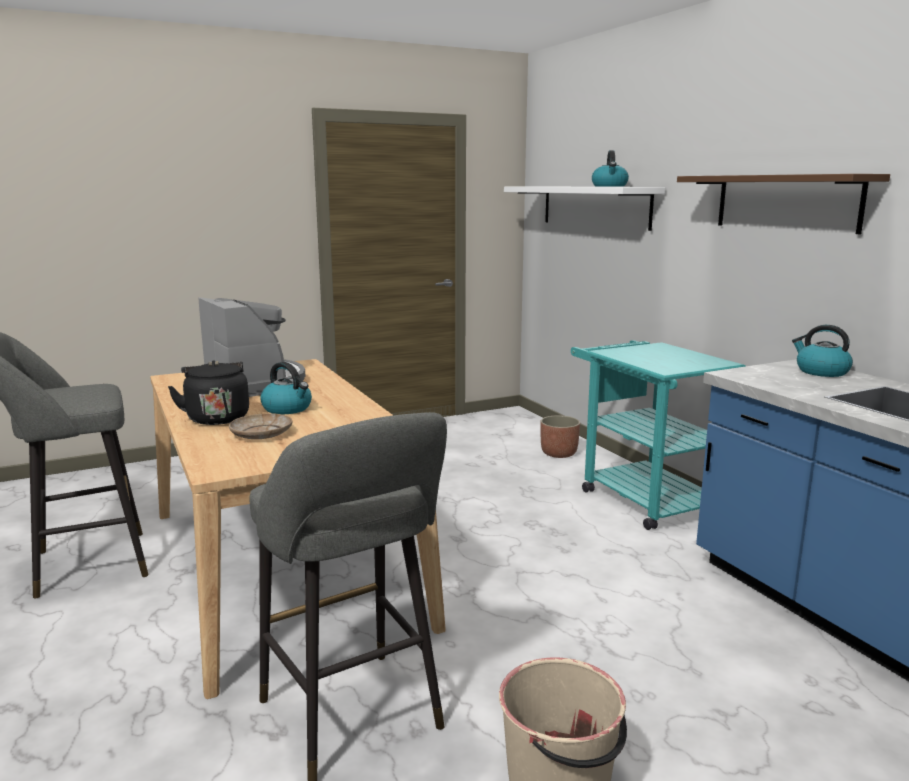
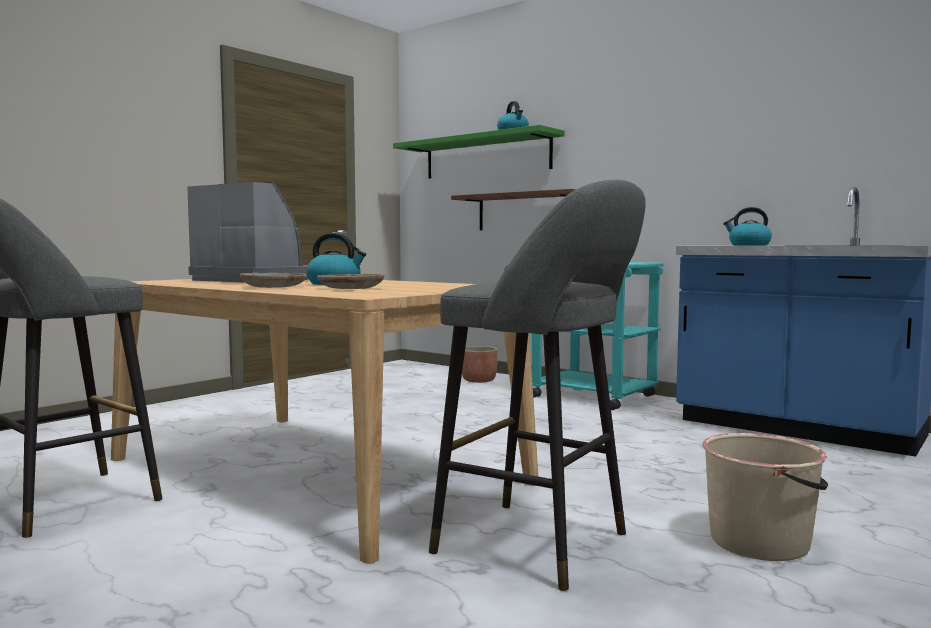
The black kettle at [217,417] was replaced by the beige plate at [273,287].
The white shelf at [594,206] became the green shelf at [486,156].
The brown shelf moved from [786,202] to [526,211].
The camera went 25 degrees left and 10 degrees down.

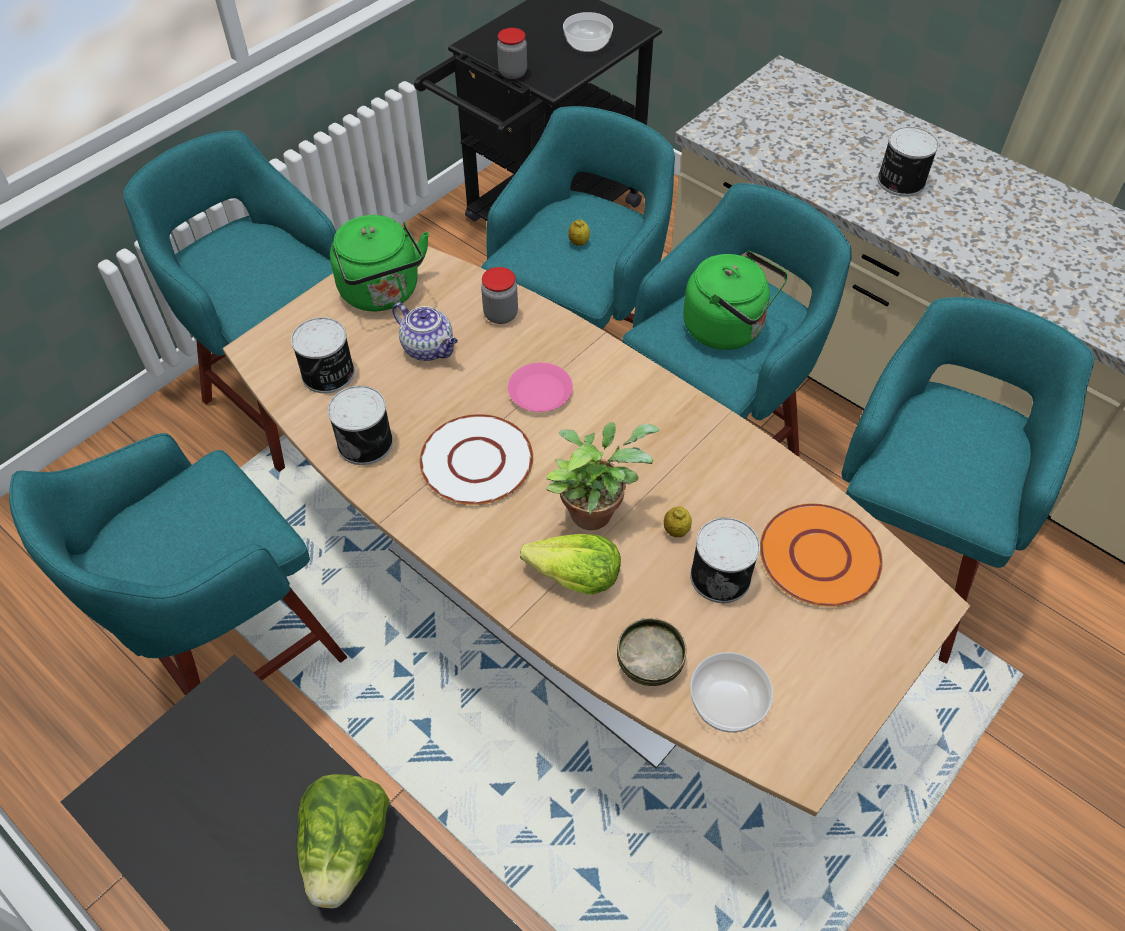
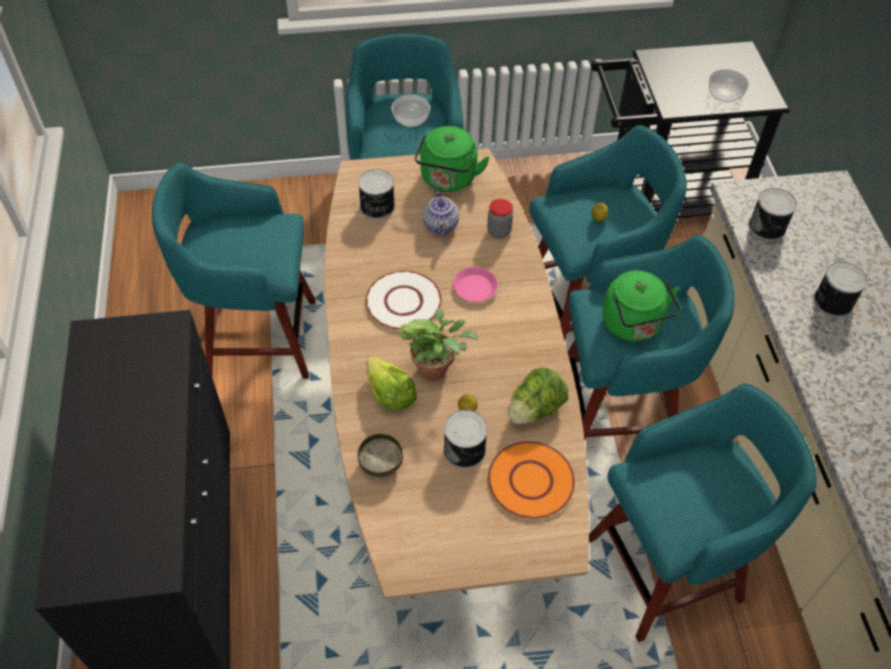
The lettuce moved from [347,848] to [535,409].
The can moved from [366,442] to [768,227].
The jar at [513,73] disappeared.
The bowl moved from [726,702] to [411,118].
The camera went 40 degrees right and 0 degrees up.

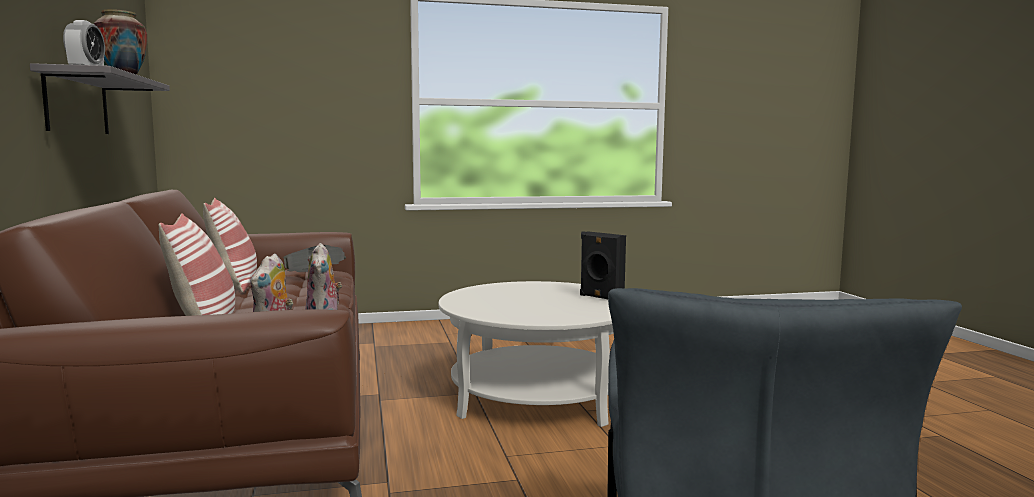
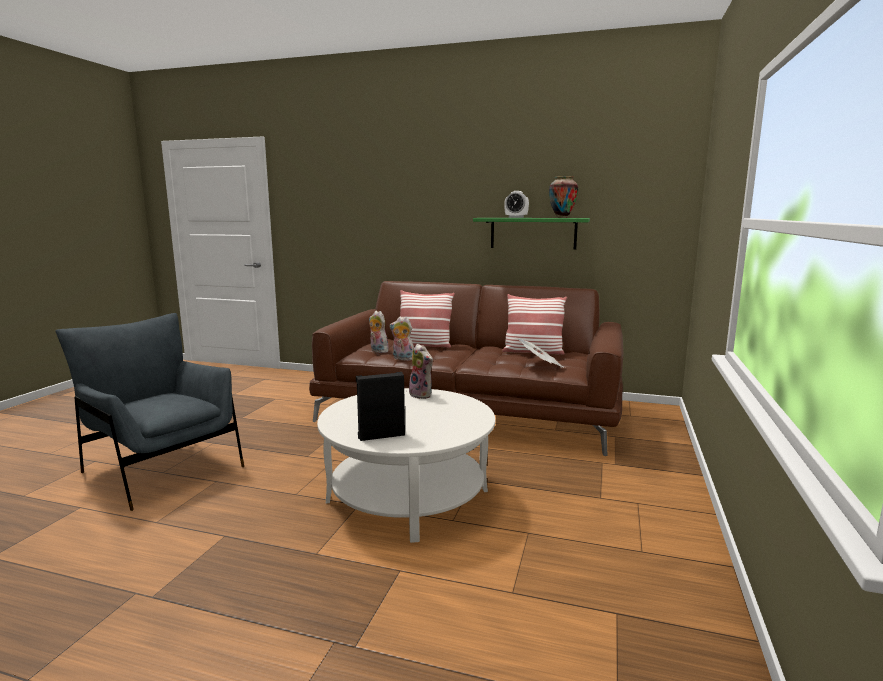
The grey shelf at [77,104] became the green shelf at [533,233].
The plush toy at [422,395] appeared.
The camera went 120 degrees right and 5 degrees up.

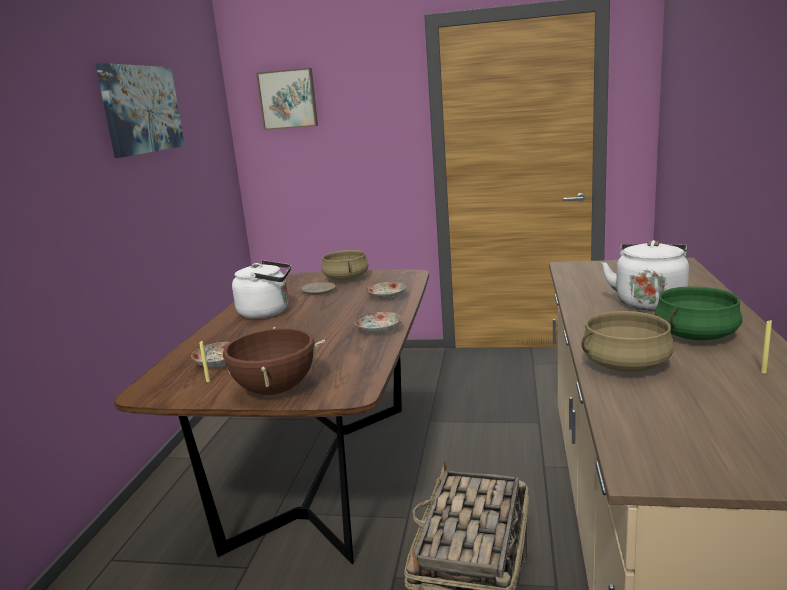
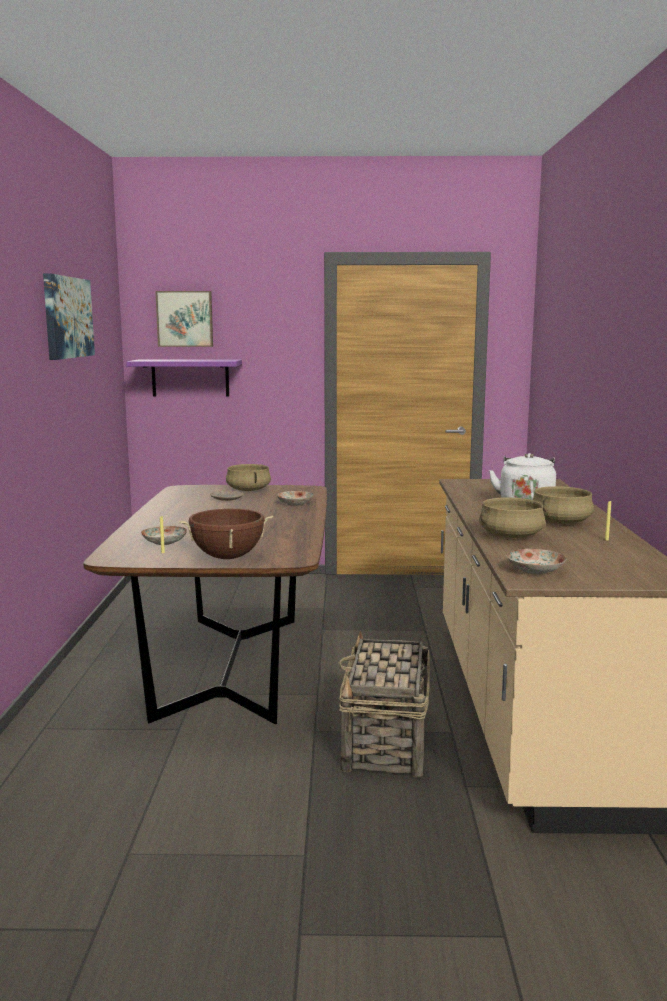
The white kettle at [267,312] disappeared.
The plate moved from [378,330] to [535,570].
The green cooking pot at [695,335] became the beige cooking pot at [560,522].
The purple shelf at [190,378] appeared.
The camera went 10 degrees left and 5 degrees down.

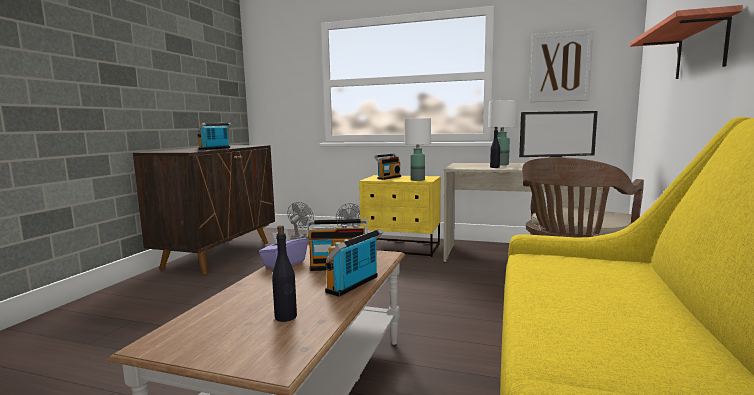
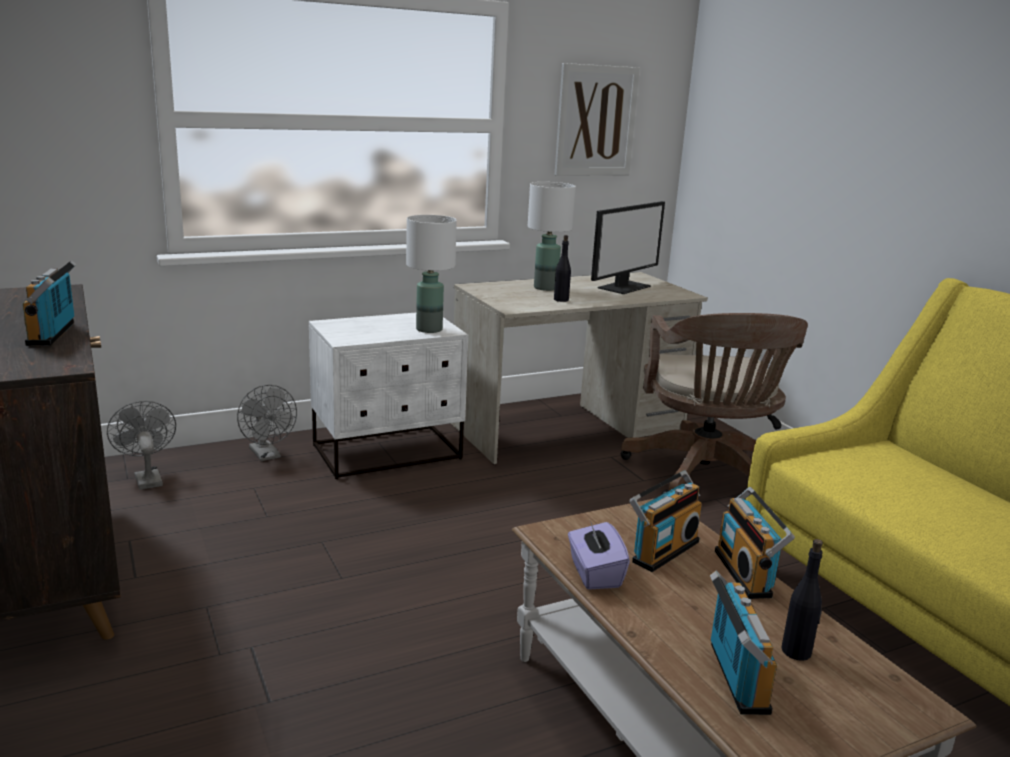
The yellow nightstand at [401,248] became the white nightstand at [388,452].
The radio moved from [388,177] to [733,677].
The shelf at [701,49] disappeared.
The camera went 45 degrees left and 10 degrees up.

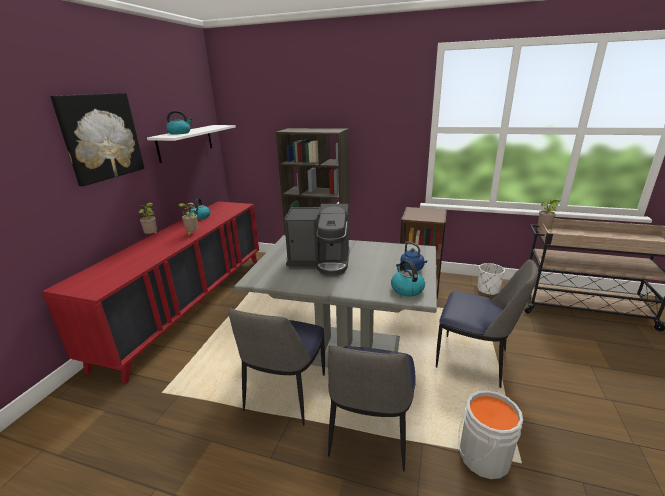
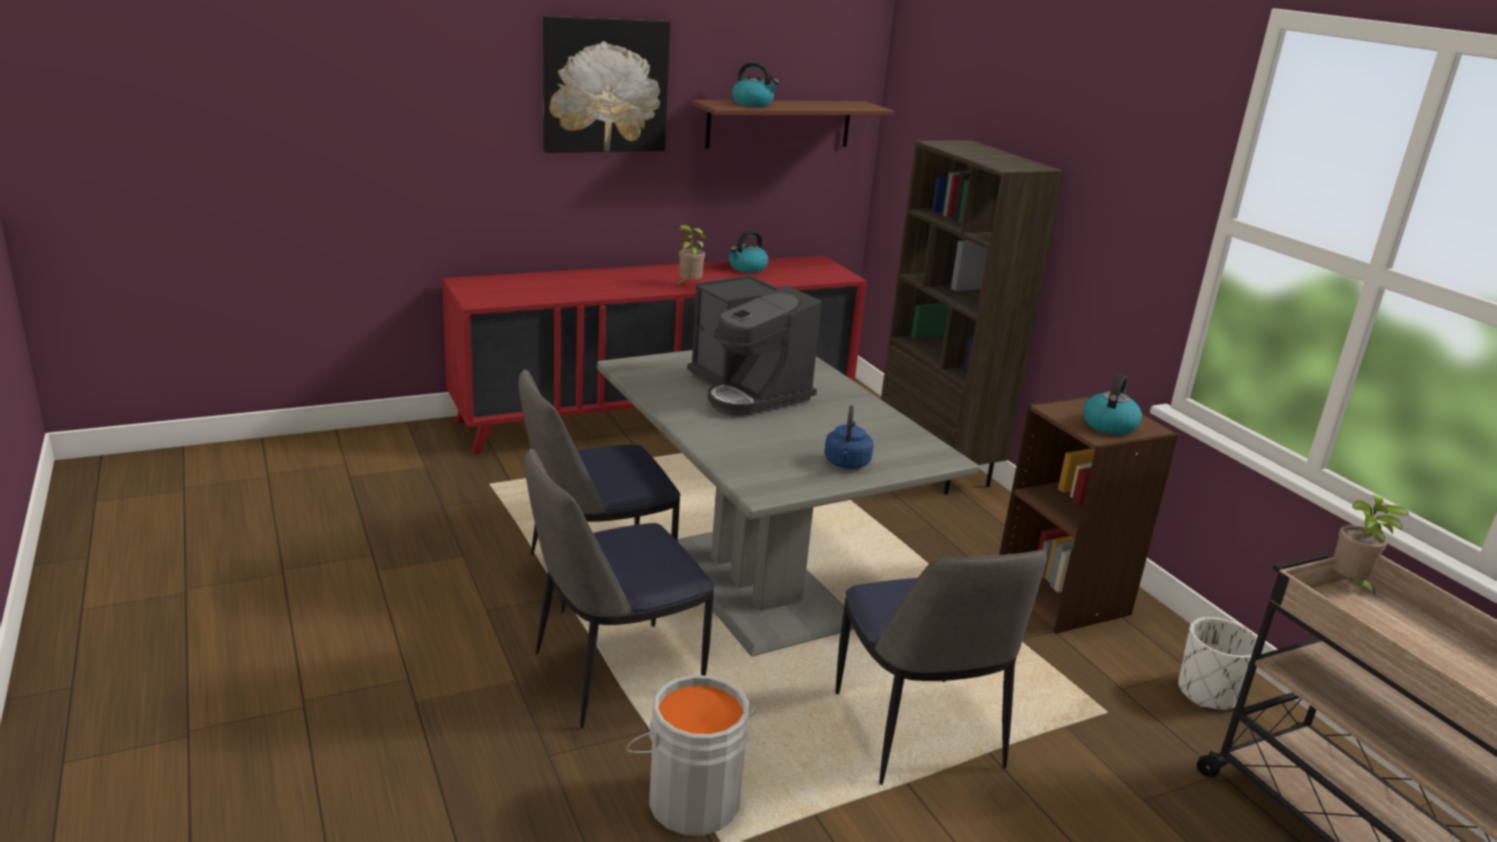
The potted plant at [152,236] disappeared.
The white shelf at [185,142] became the brown shelf at [779,124].
The kettle moved from [406,289] to [1109,425].
The camera went 45 degrees right and 0 degrees up.

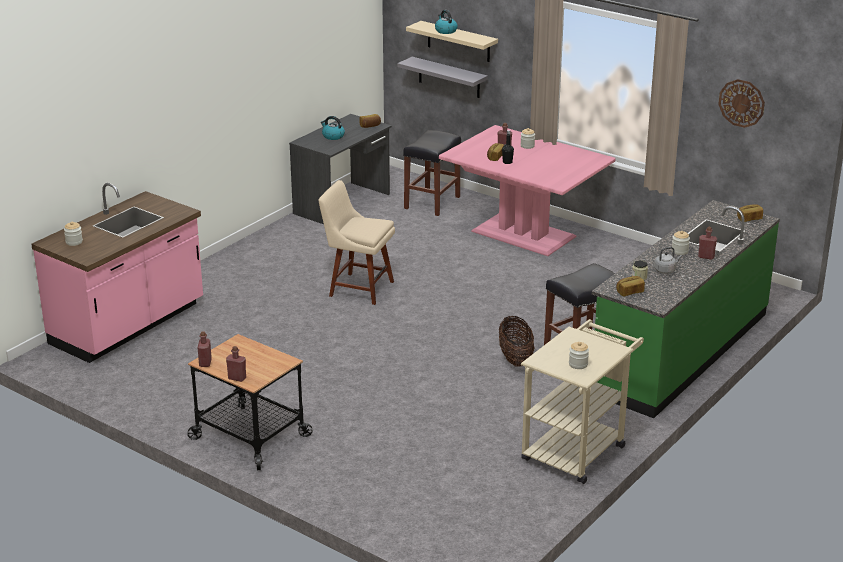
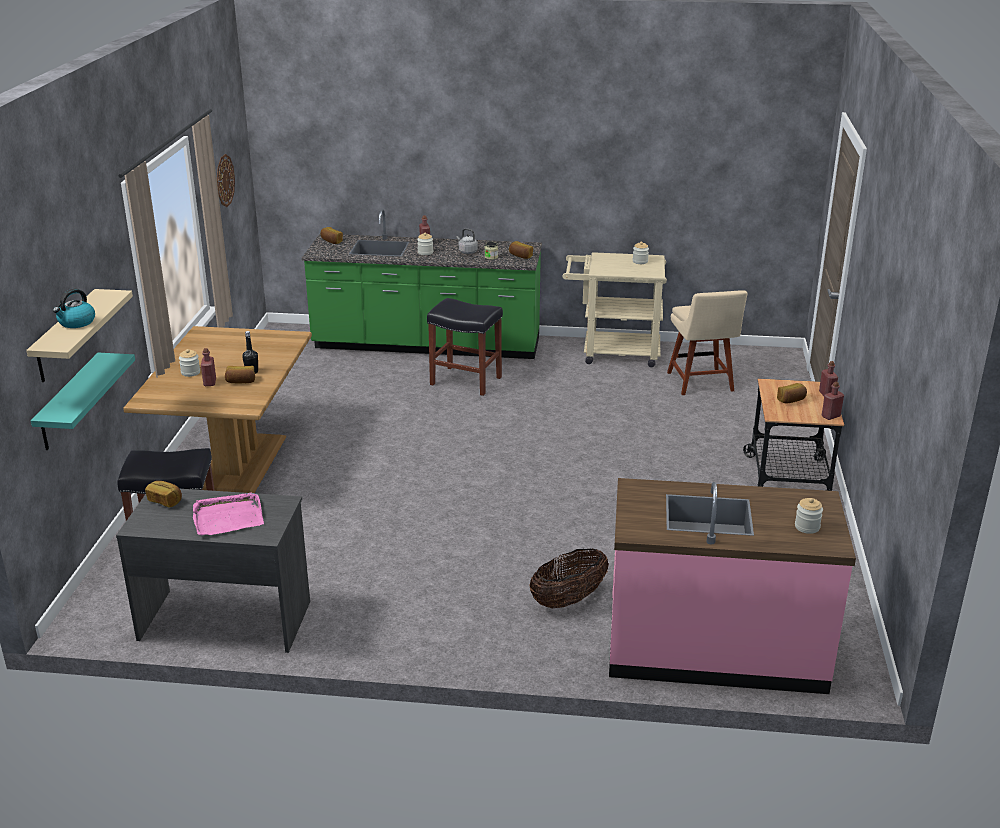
The beige chair moved from [358,288] to [701,383].
The kettle at [333,136] was replaced by the pink tray at [227,517].
The grey shelf at [449,77] became the turquoise shelf at [69,402].
The pink dining table at [524,233] became the brown dining table at [235,463].
The basket moved from [515,358] to [568,599].
The bread at [791,400] appeared.
The camera went 120 degrees left and 0 degrees up.

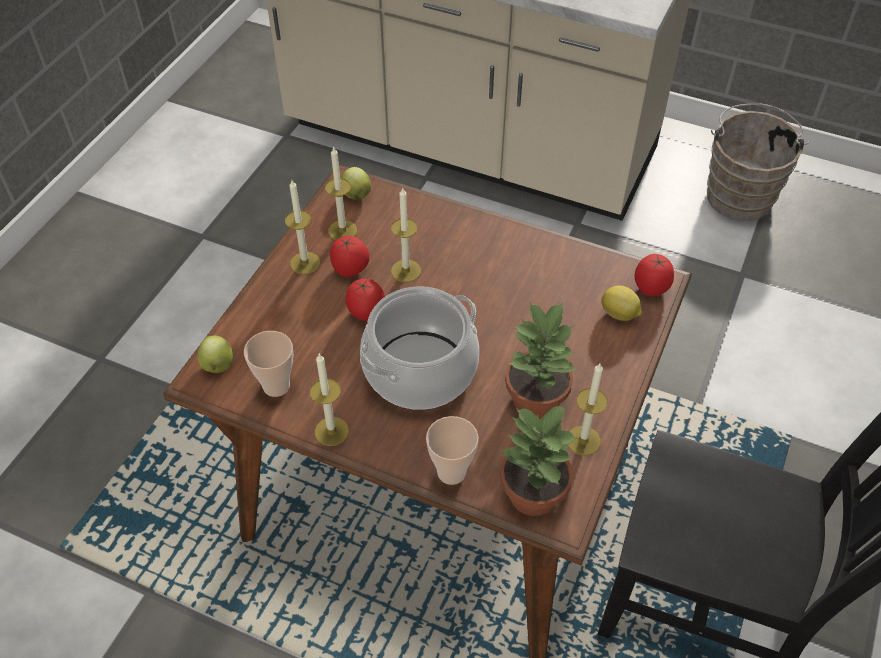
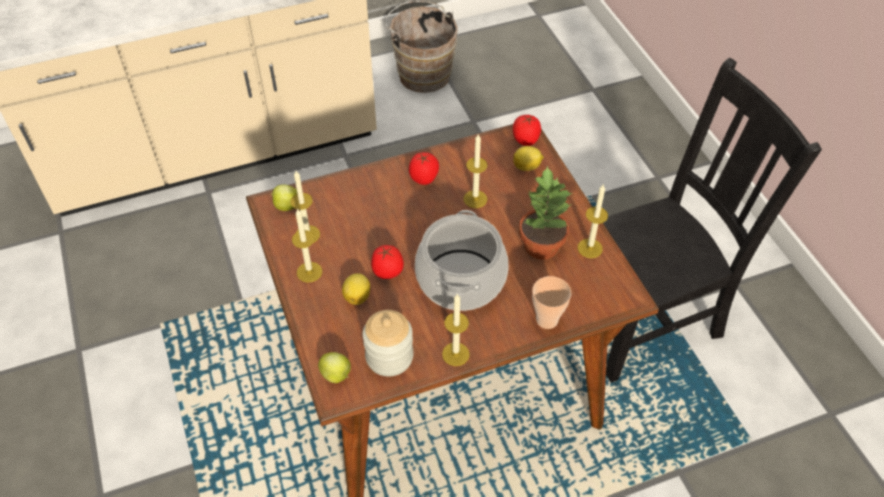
The cup at [276,386] was replaced by the jar at [389,357].
The tomato moved from [350,269] to [424,179].
The candle moved from [406,271] to [475,199].
The potted plant at [531,494] disappeared.
The lemon at [357,296] appeared.
The camera went 45 degrees left and 0 degrees up.

